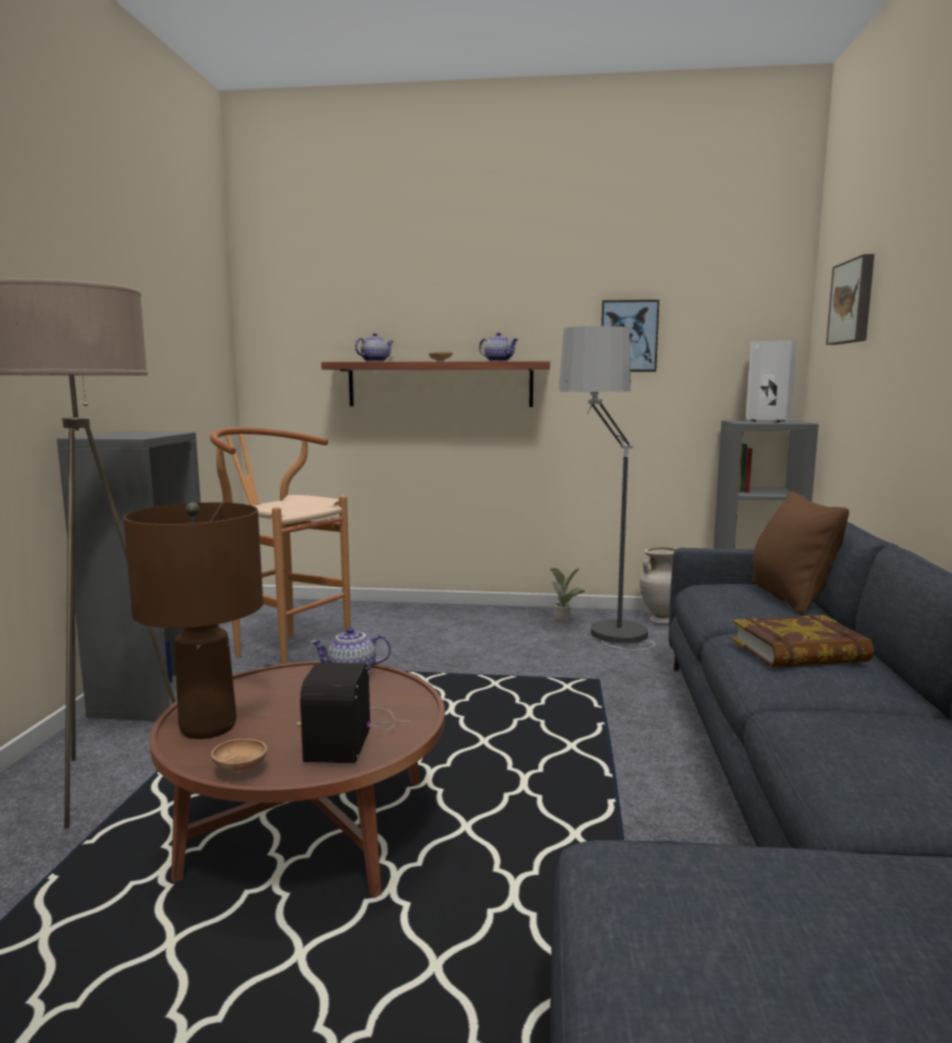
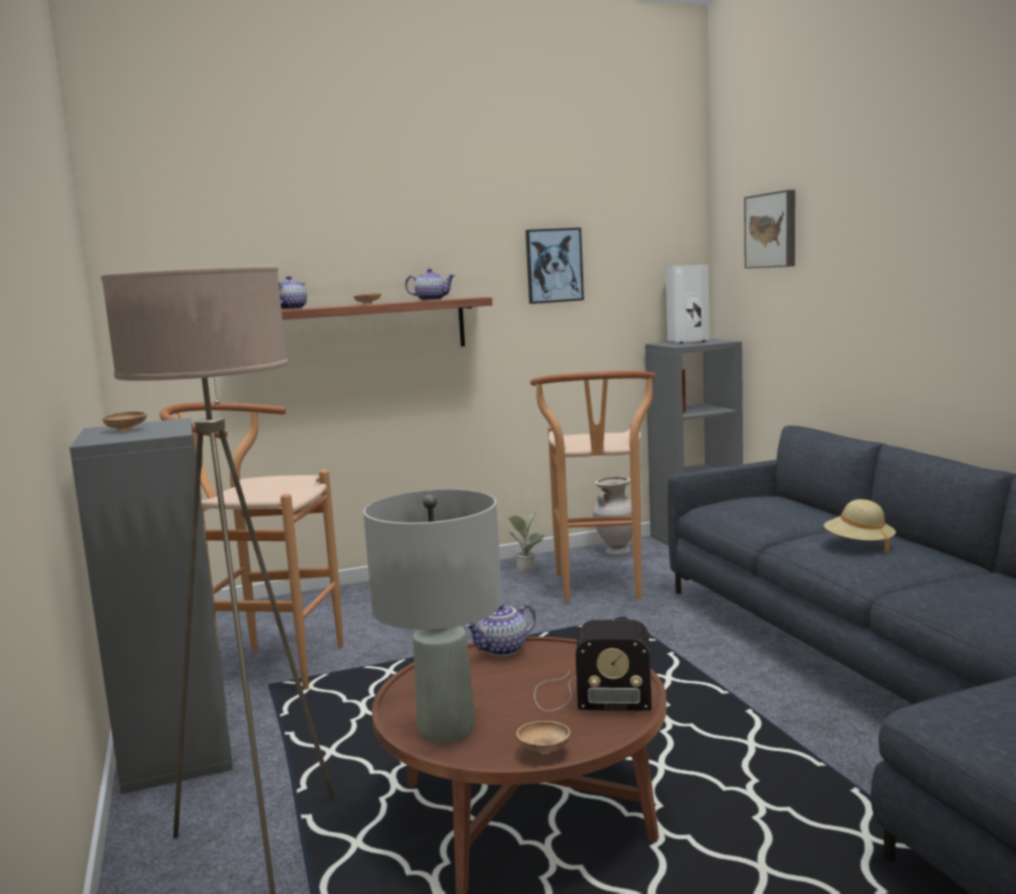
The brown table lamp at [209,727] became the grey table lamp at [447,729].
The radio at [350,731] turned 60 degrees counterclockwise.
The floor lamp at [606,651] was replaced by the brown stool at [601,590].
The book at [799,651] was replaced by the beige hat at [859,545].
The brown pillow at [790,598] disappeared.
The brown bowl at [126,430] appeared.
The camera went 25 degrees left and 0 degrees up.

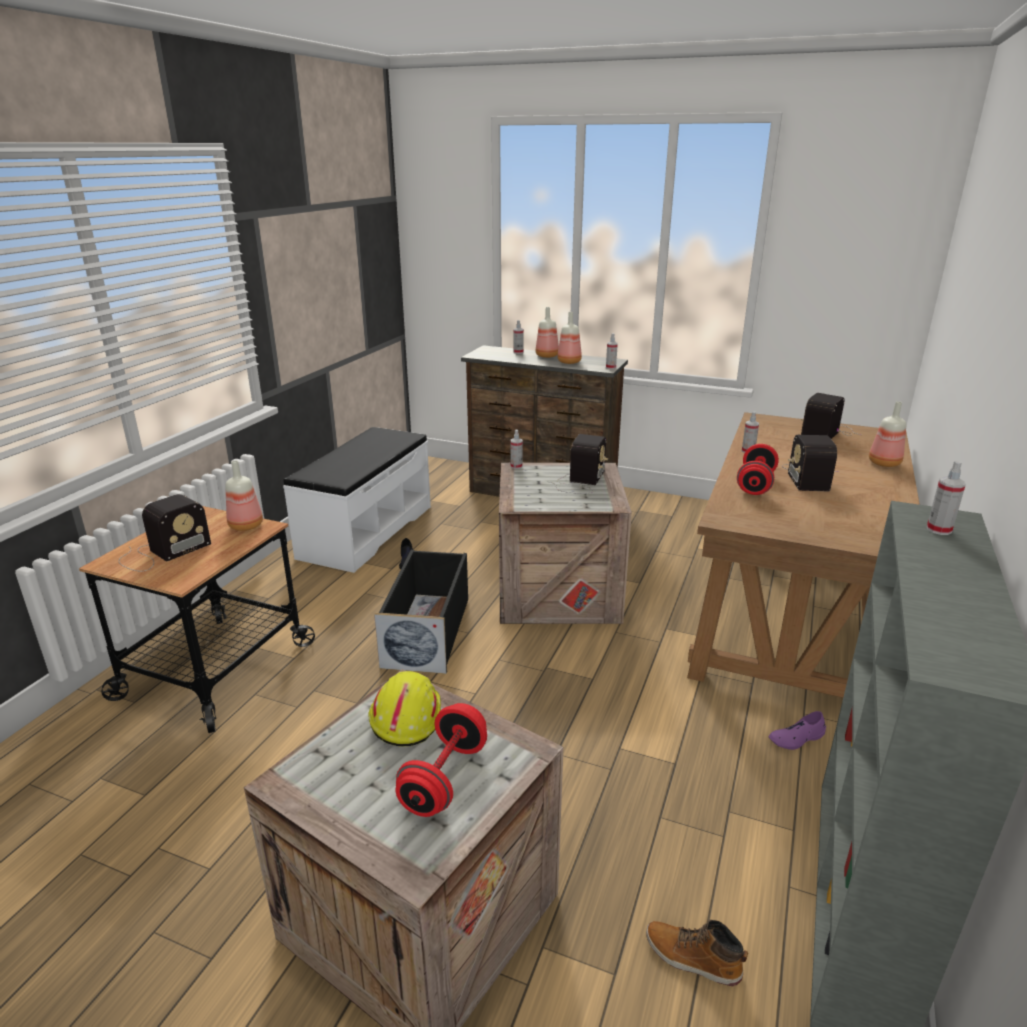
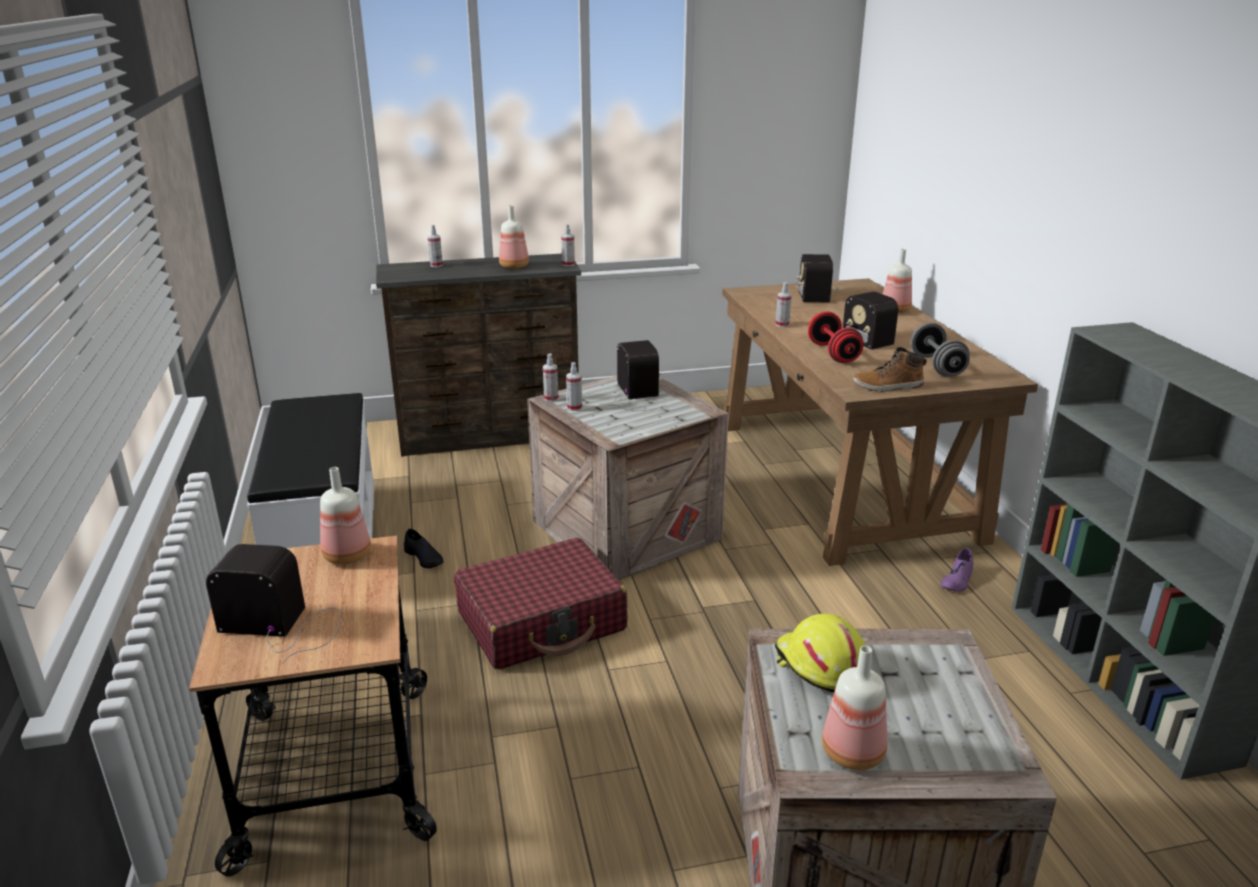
The radio at [161,553] turned 90 degrees counterclockwise.
The black storage box at [427,631] was replaced by the red suitcase at [542,621].
The red dumbbell at [444,778] disappeared.
The bottle moved from [547,356] to [853,752].
The boot moved from [692,958] to [888,386].
The spray bottle moved from [939,529] to [574,408].
The grey dumbbell at [936,366] appeared.
The camera went 35 degrees left and 0 degrees up.

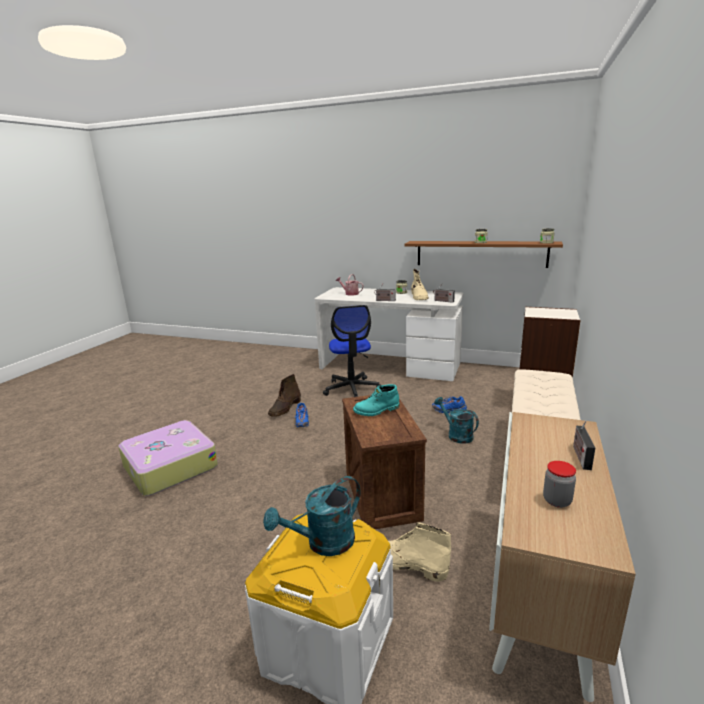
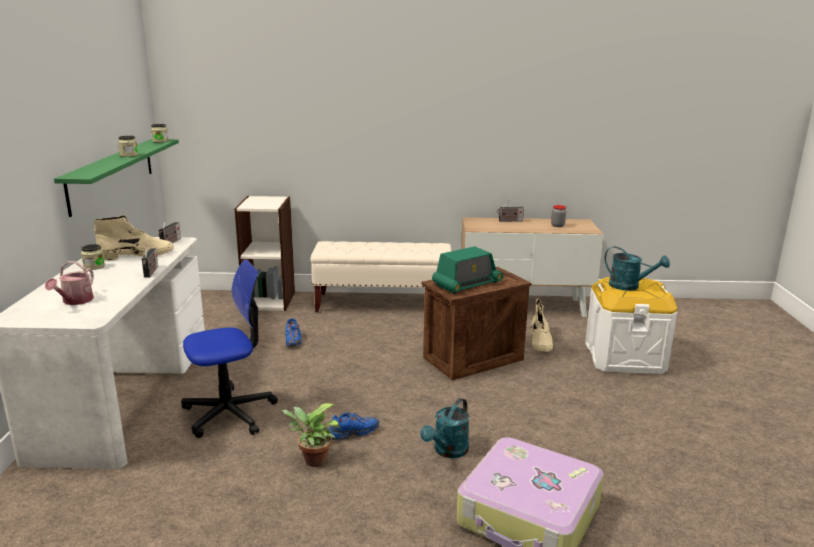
The brown boot at [285,408] was replaced by the potted plant at [312,461].
The turquoise boot at [376,411] was replaced by the radio at [467,284].
The brown shelf at [480,253] became the green shelf at [112,174].
The turquoise watering can moved from [456,435] to [448,451].
The camera went 110 degrees left and 0 degrees up.

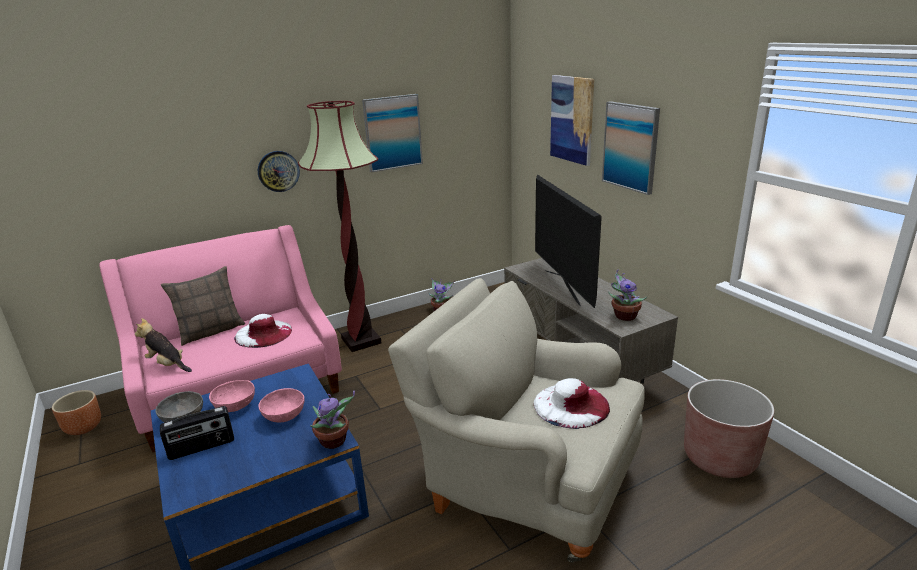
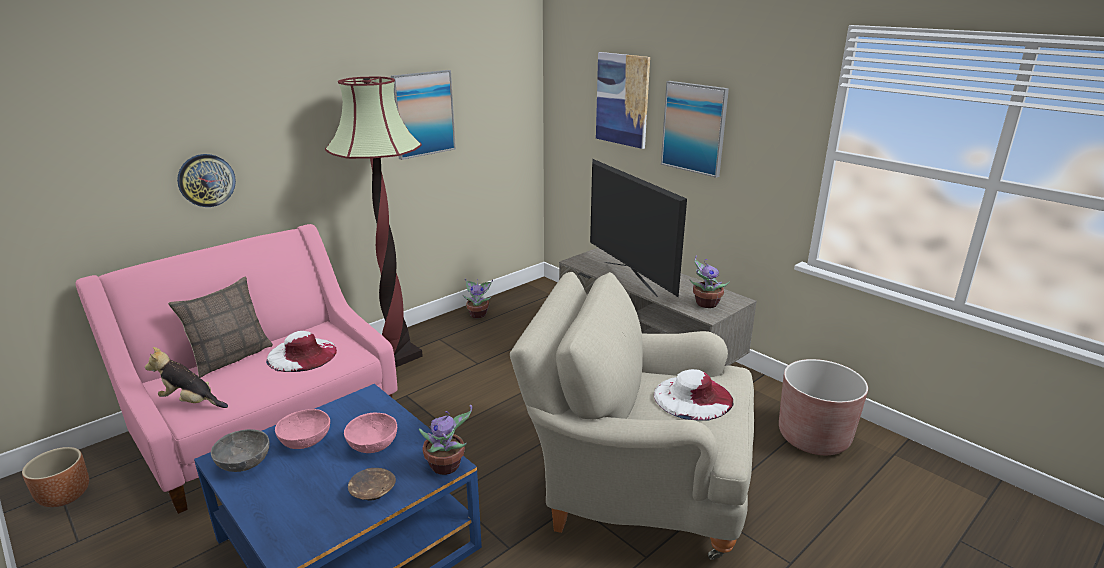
The radio at [202,447] disappeared.
The wall clock moved from [278,171] to [206,180].
The brown bowl at [372,492] appeared.
The camera went 15 degrees left and 0 degrees up.

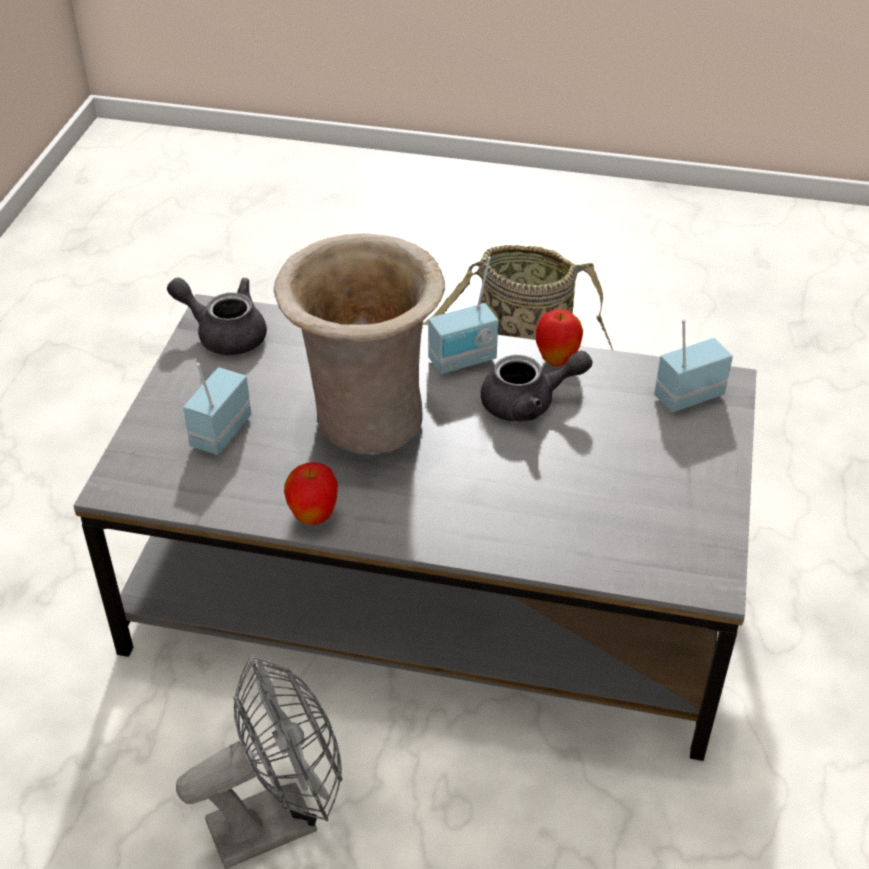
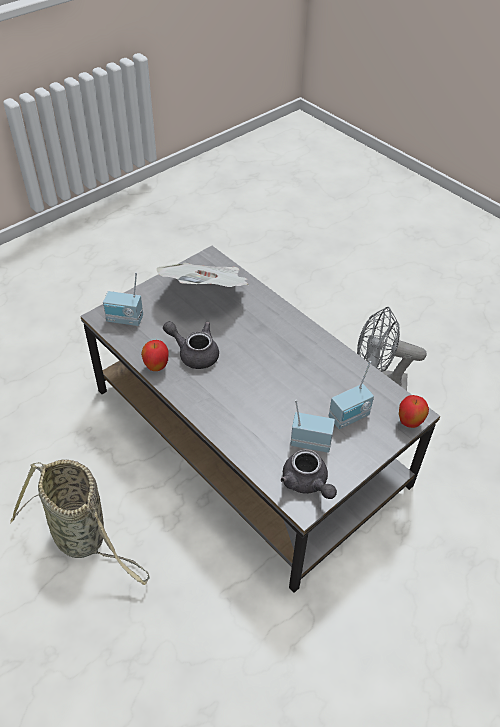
The beige vase at [364,421] disappeared.
The apple moved from [313,517] to [409,422].
The radio moved from [463,361] to [310,441].
The newspaper at [207,292] appeared.
The camera went 145 degrees left and 5 degrees up.

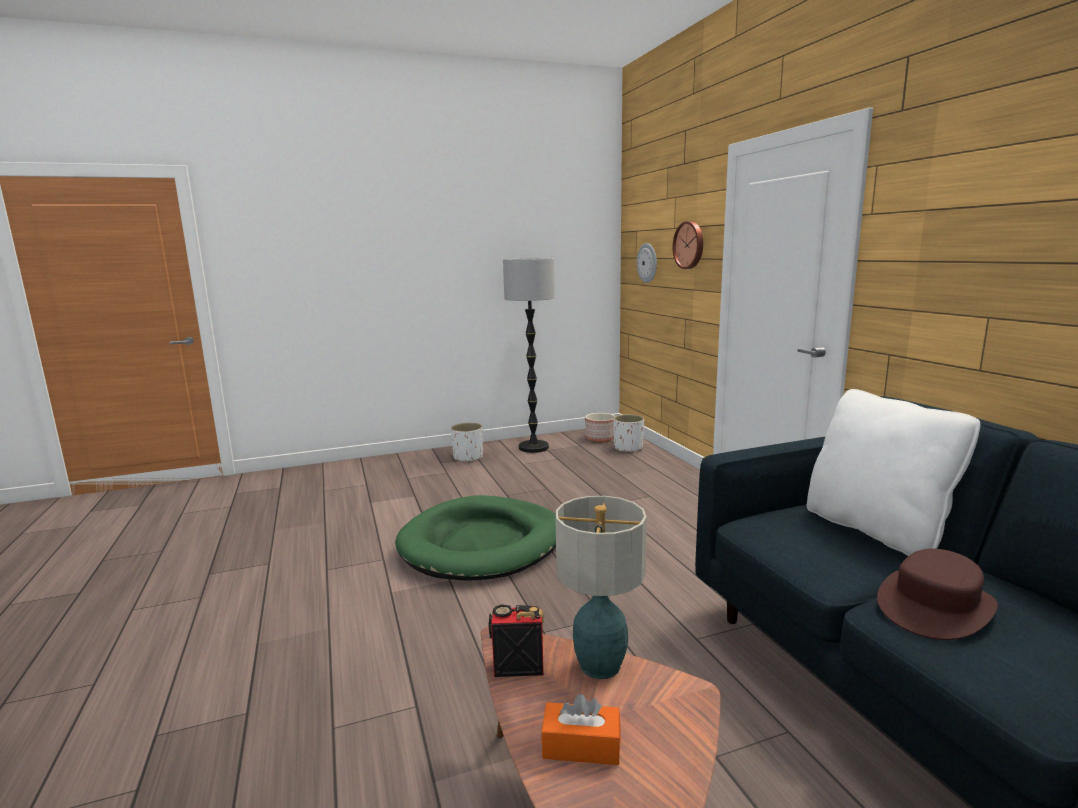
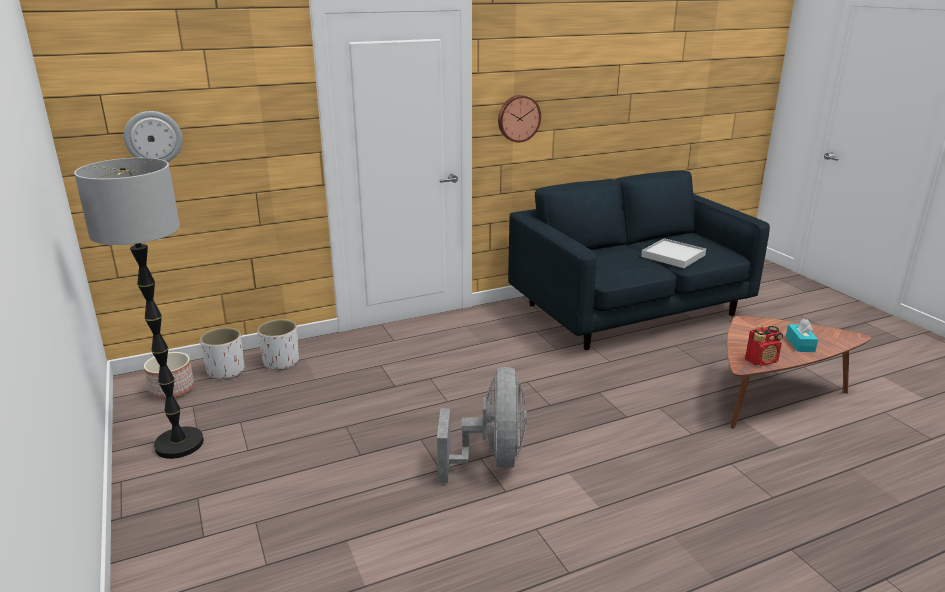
The green dog bed at [482,543] was replaced by the grey fan at [491,460].
The white planter moved from [468,458] to [281,362].
The radio at [517,666] turned 105 degrees counterclockwise.
The orange tissue box at [581,746] became the turquoise tissue box at [800,344].
The table lamp at [601,666] disappeared.
The wall clock moved from [689,245] to [518,118].
The white pillow at [876,530] disappeared.
The brown hat at [935,606] was replaced by the white tray at [673,256].
The camera went 95 degrees left and 10 degrees up.

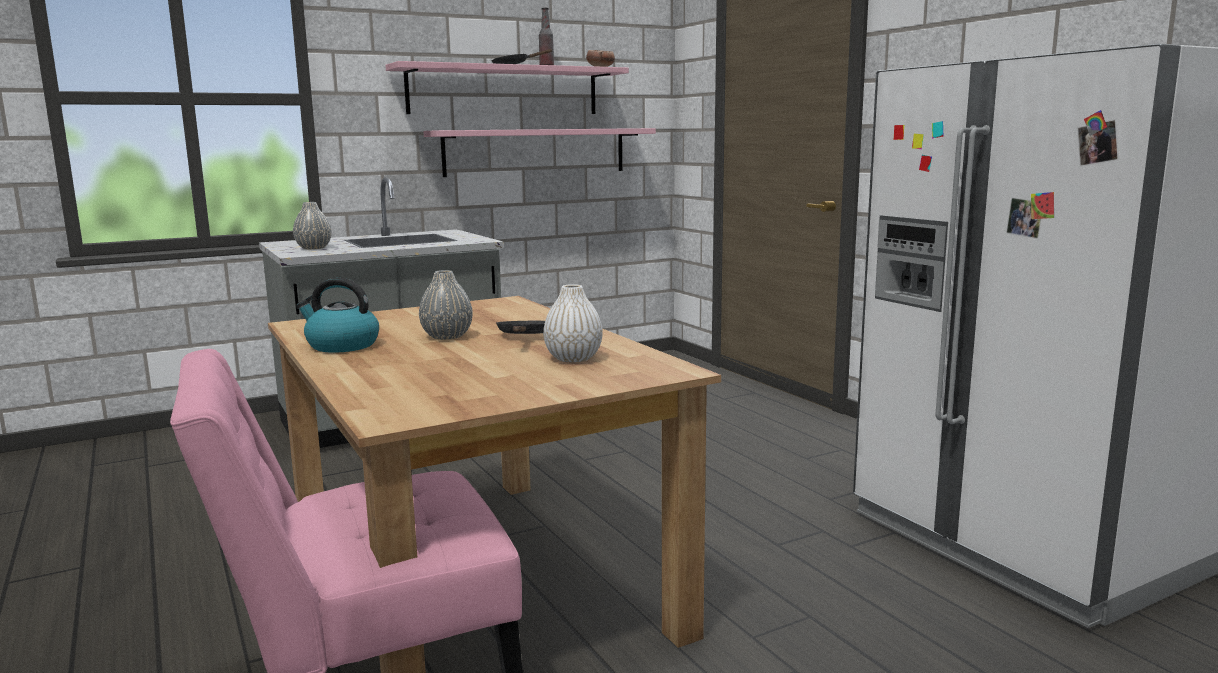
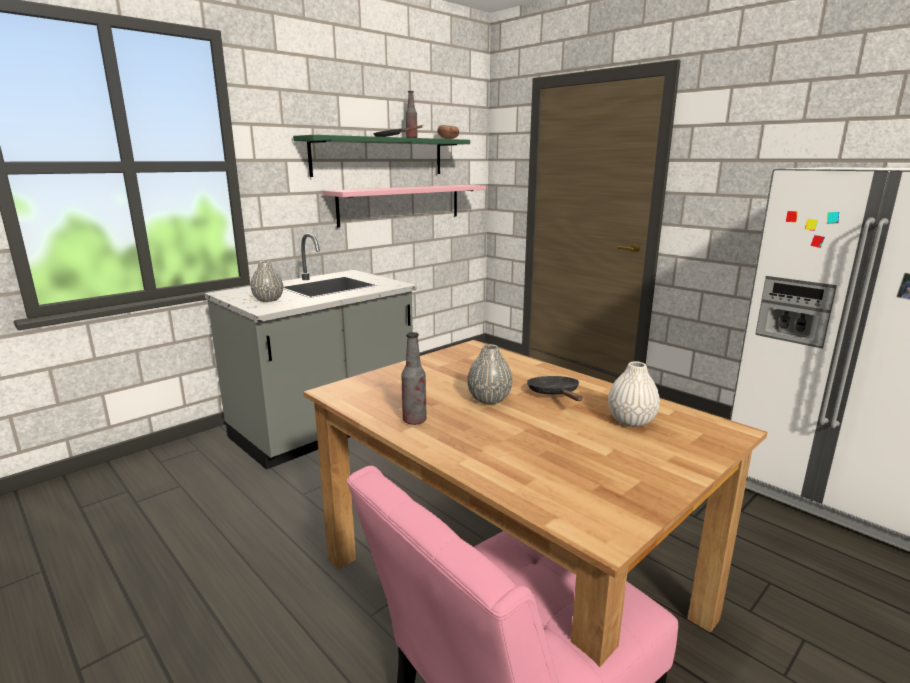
The kettle at [341,345] was replaced by the bottle at [414,420].
The pink shelf at [504,91] became the green shelf at [379,157].
The camera went 15 degrees left and 5 degrees up.

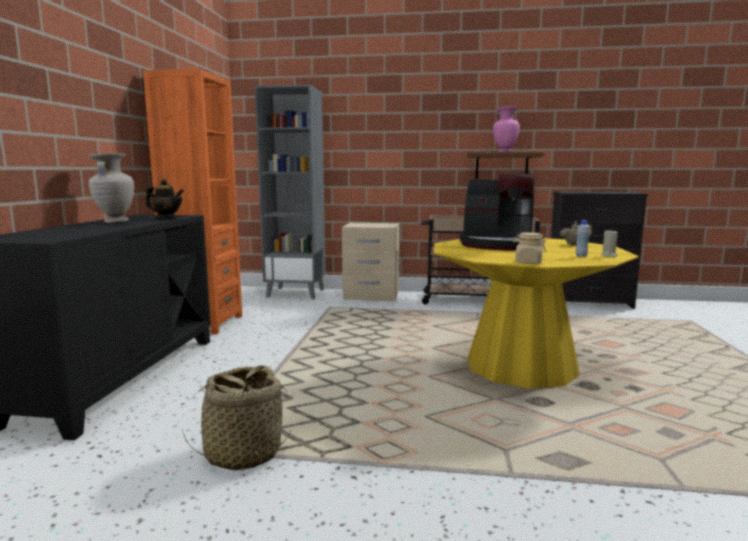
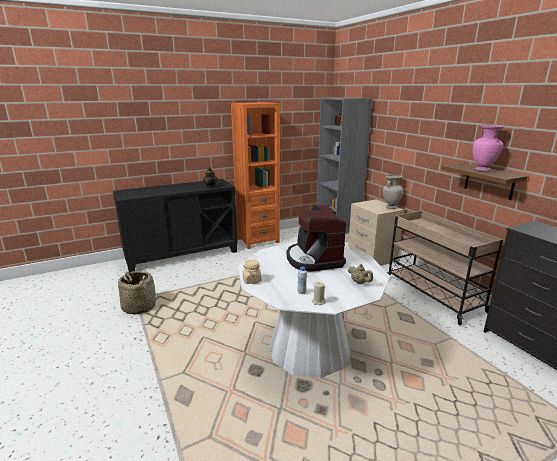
The beige vase moved from [115,222] to [391,207].
The yellow dining table at [521,367] became the white dining table at [309,349].
The camera went 55 degrees right and 10 degrees up.

